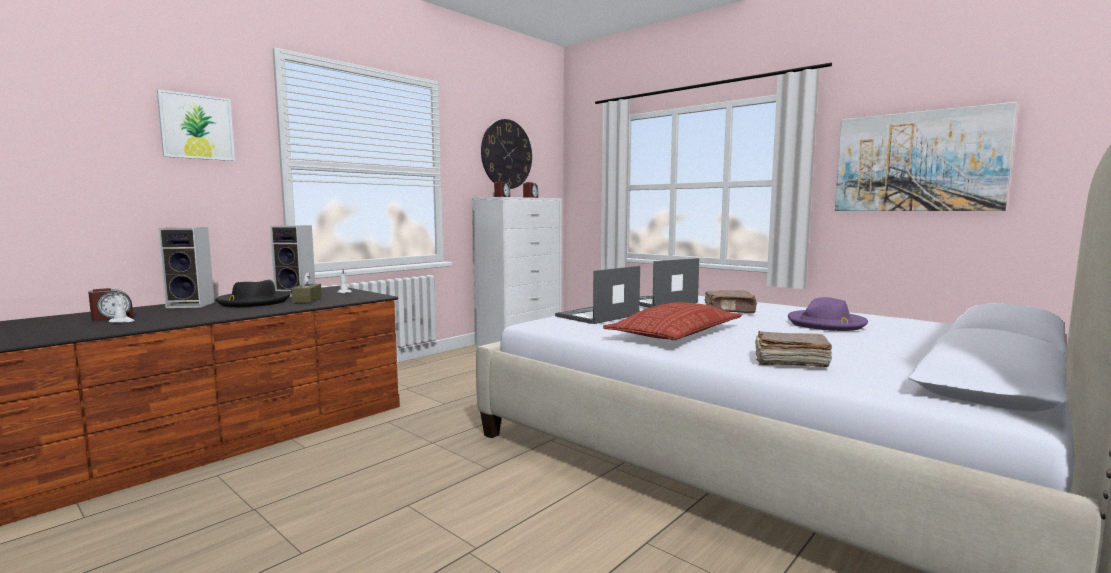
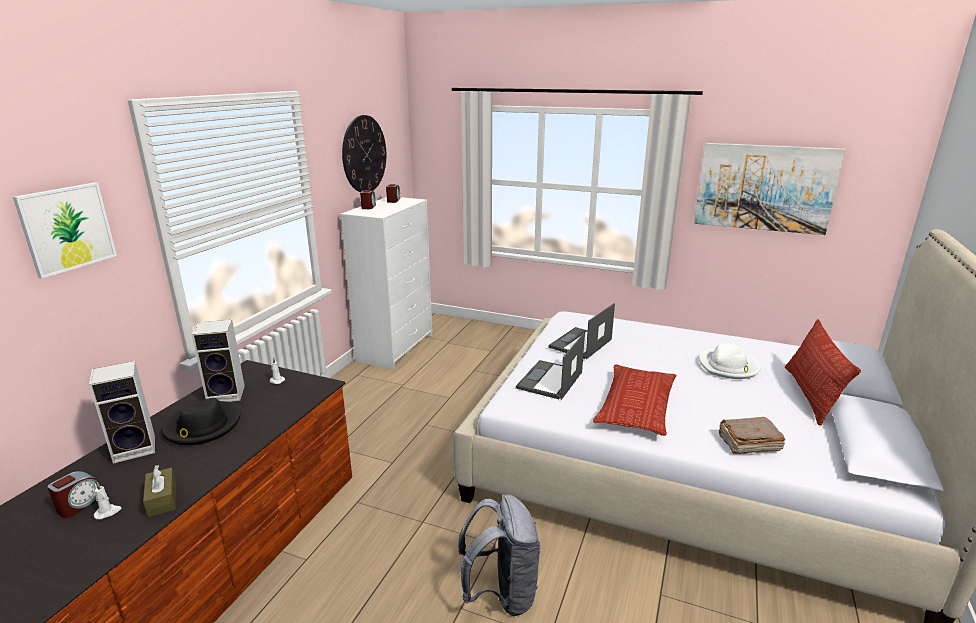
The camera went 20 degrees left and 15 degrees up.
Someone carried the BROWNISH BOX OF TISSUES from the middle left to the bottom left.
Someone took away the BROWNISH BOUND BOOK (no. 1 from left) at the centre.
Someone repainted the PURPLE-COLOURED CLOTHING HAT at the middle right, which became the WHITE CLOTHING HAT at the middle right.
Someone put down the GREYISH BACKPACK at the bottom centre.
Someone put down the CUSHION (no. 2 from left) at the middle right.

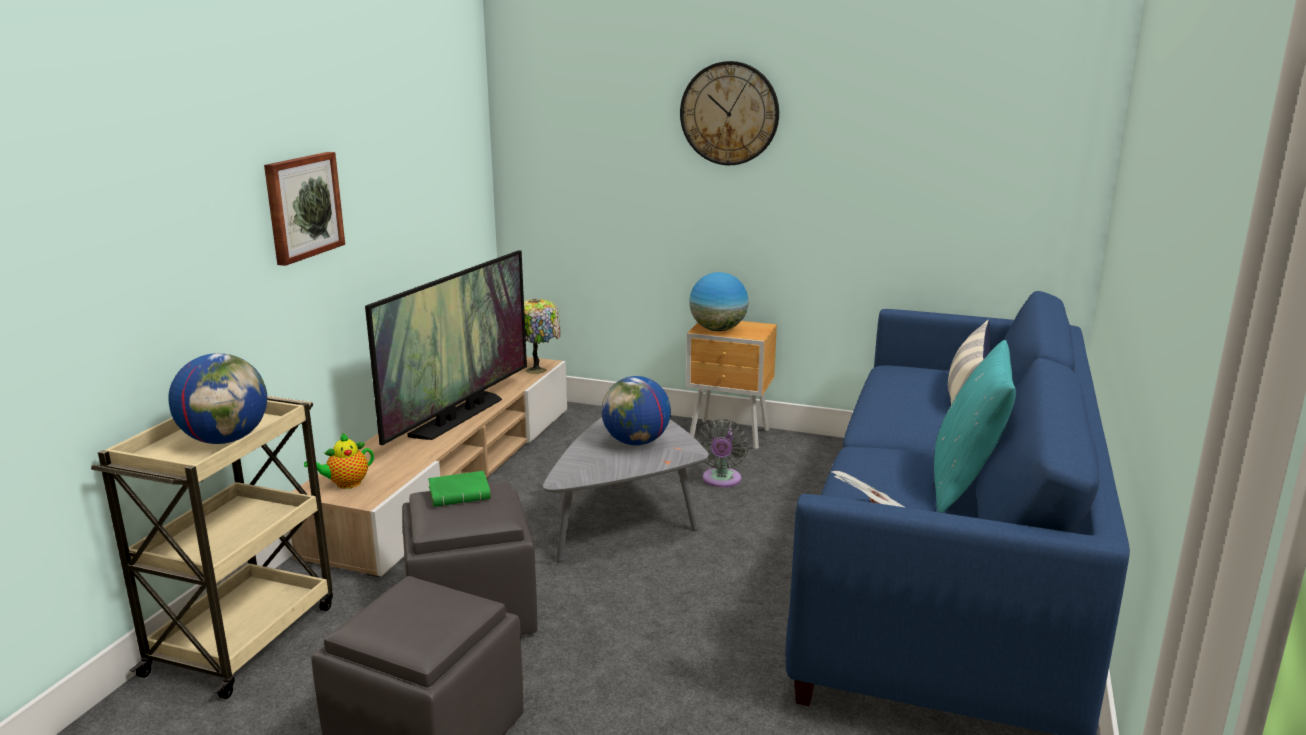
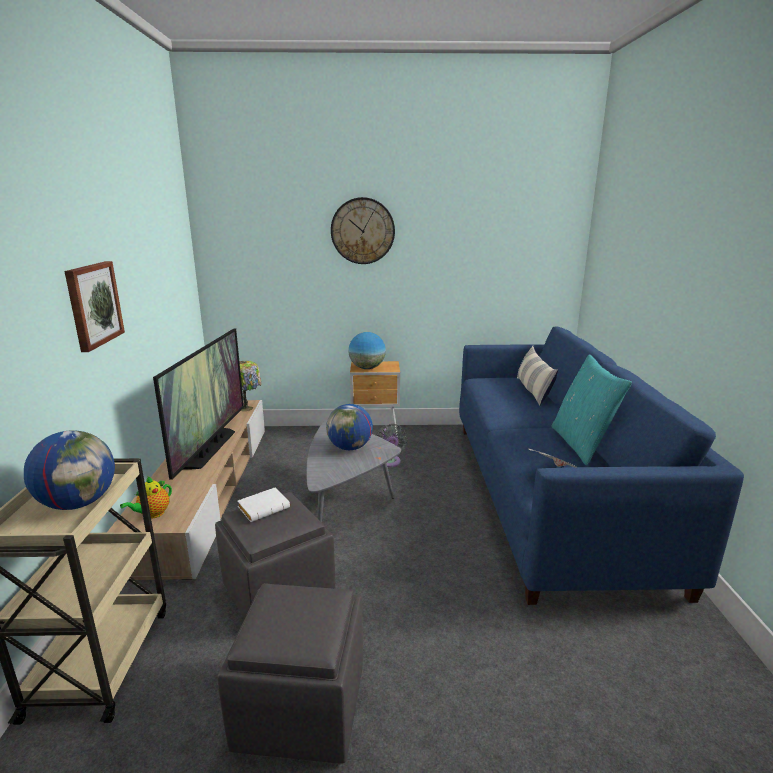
The camera went 20 degrees left and 0 degrees up.
Someone repainted the GREEN BOUND BOOK at the centre, which became the WHITE BOUND BOOK at the centre.

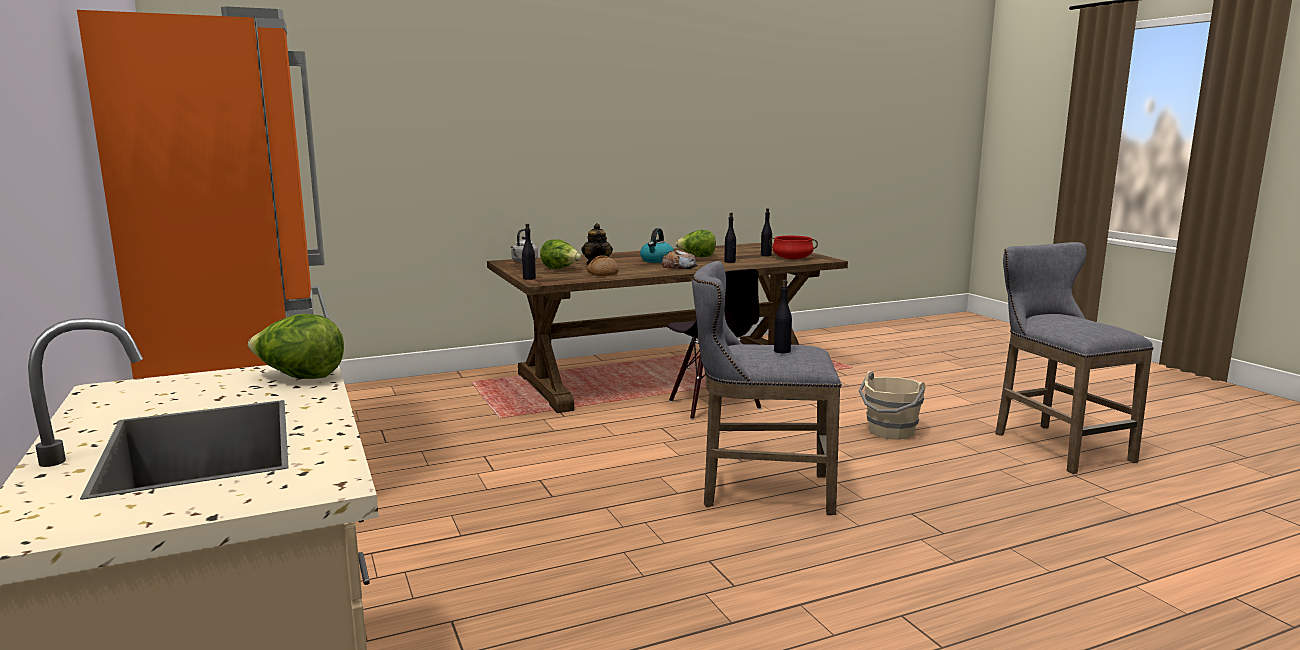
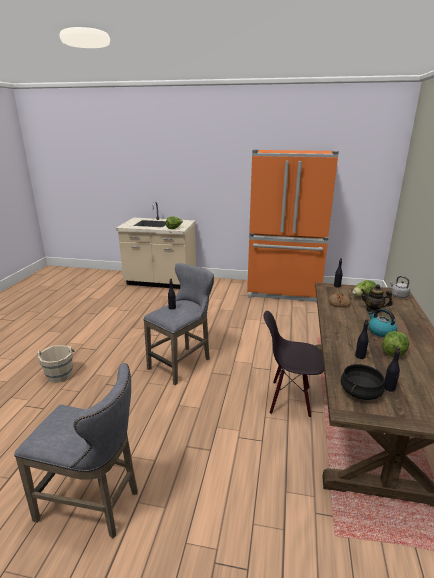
The camera went 125 degrees right and 10 degrees up.
Someone took away the BAKERY BREAD (no. 2 from left) at the centre.
Someone repainted the RED SAUCEPOT at the centre, which became the BLACK-COLOURED SAUCEPOT at the middle right.
Someone carried the BEIGE WATER BUCKET from the middle right to the middle left.

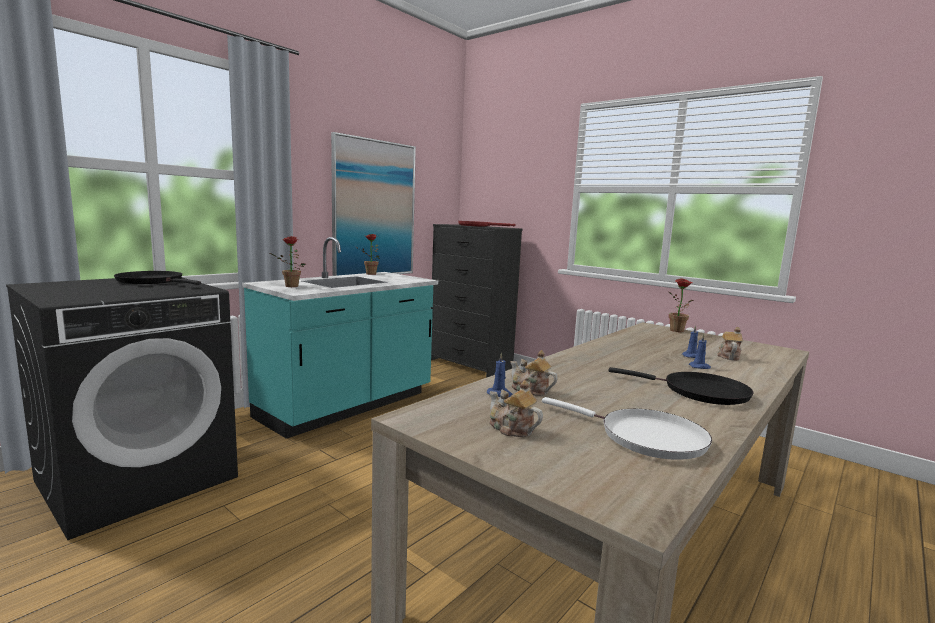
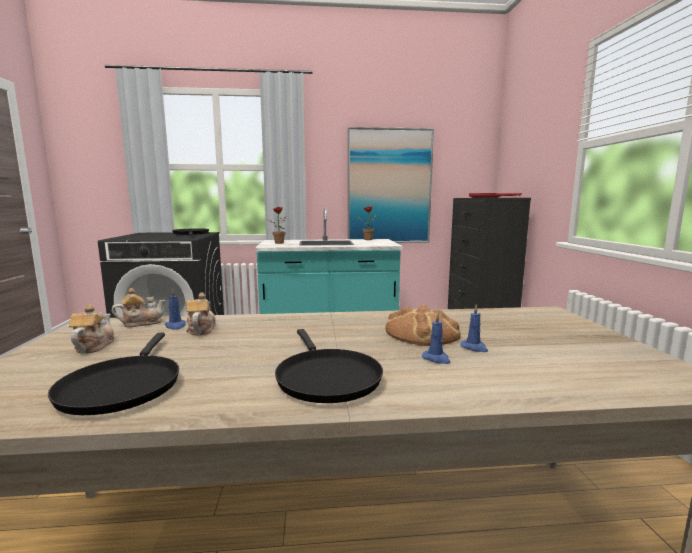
The camera went 45 degrees right and 0 degrees up.
Someone repainted the WHITE SKILLET at the bottom right, which became the BLACK-COLOURED SKILLET (no. 1 from left) at the bottom left.
Someone took away the POTTED PLANT (no. 3 from left) at the middle right.
Someone carried the TEAPOT (no. 3 from left in the first image) from the middle right to the middle left.
Someone put down the BAKERY BREAD at the centre.

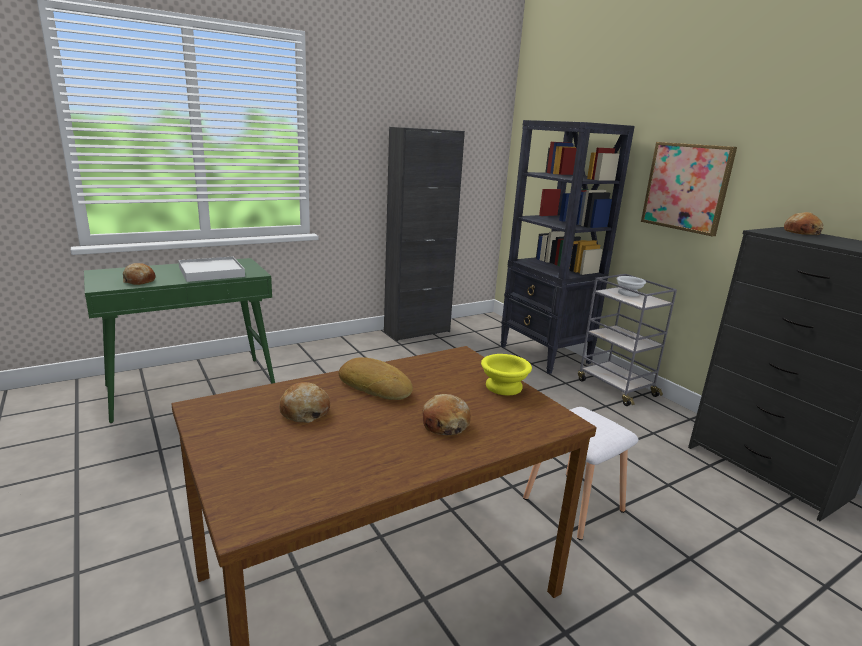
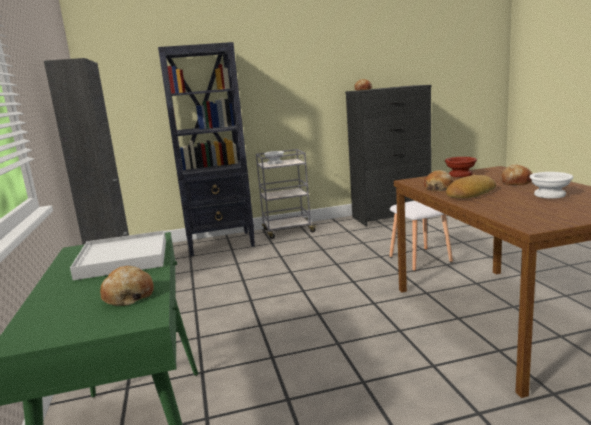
The camera went 70 degrees left and 5 degrees down.
Someone carried the BAKERY BREAD (no. 2 from left in the first image) from the centre to the middle right.
Someone repainted the YELLOW SERVING BOWL at the centre, which became the BROWNISH SERVING BOWL at the middle right.
Someone took away the PICTURE at the top right.
Someone put down the WHITE SERVING BOWL (no. 2 from left) at the middle right.

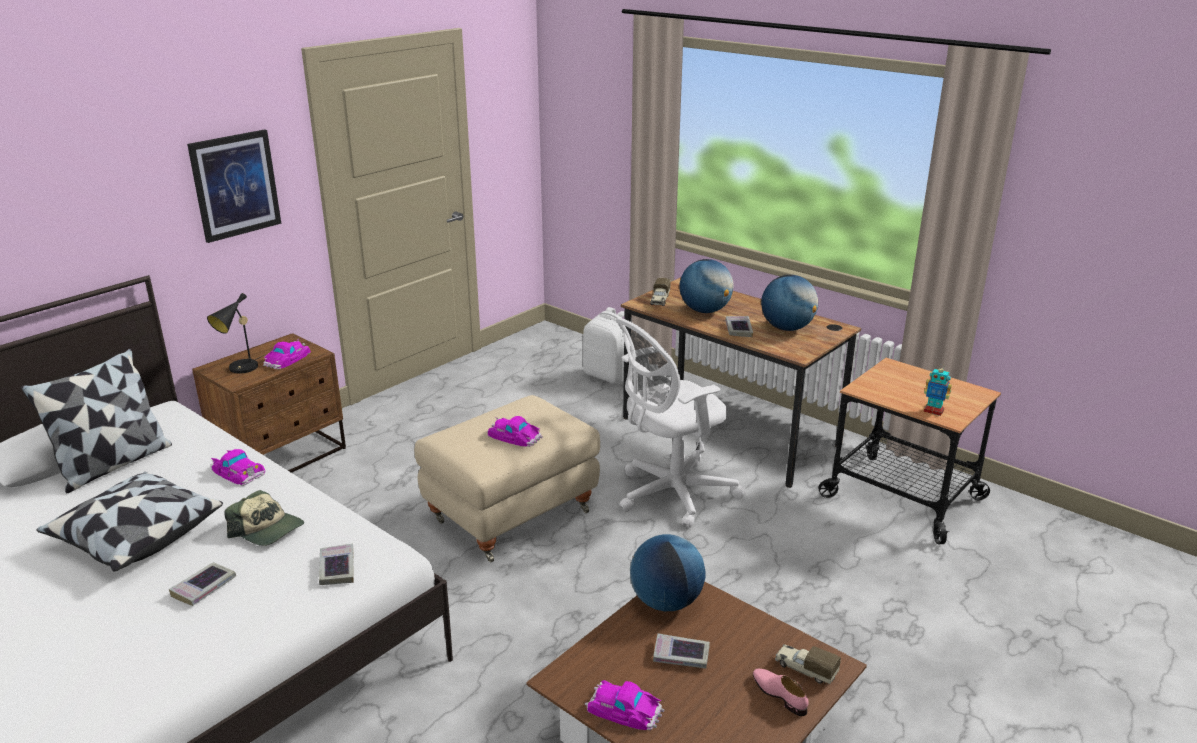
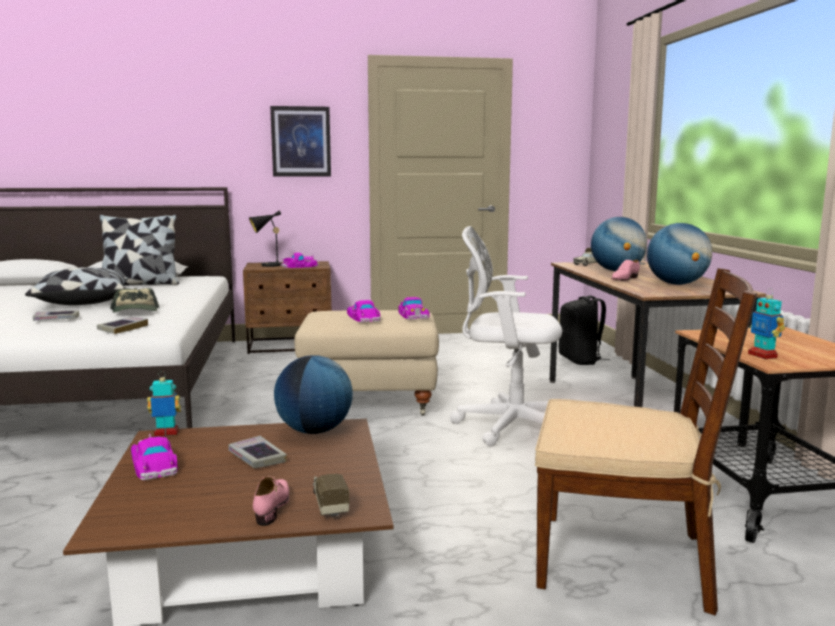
The camera went 40 degrees right and 15 degrees down.
Someone carried the MODEL CAR (no. 1 from left in the first image) from the middle left to the centre.
Someone repainted the WHITE BACKPACK at the centre, which became the BLACK-COLOURED BACKPACK at the middle right.
Someone swapped the BOUND BOOK (no. 4 from left) at the centre for the PINK-COLOURED ITEM OF FOOTWEAR (no. 2 from left) at the middle right.
Someone put down the ROBOT FIGURE (no. 1 from left) at the middle left.
Someone put down the BROWNISH PLAIN CHAIR at the bottom right.

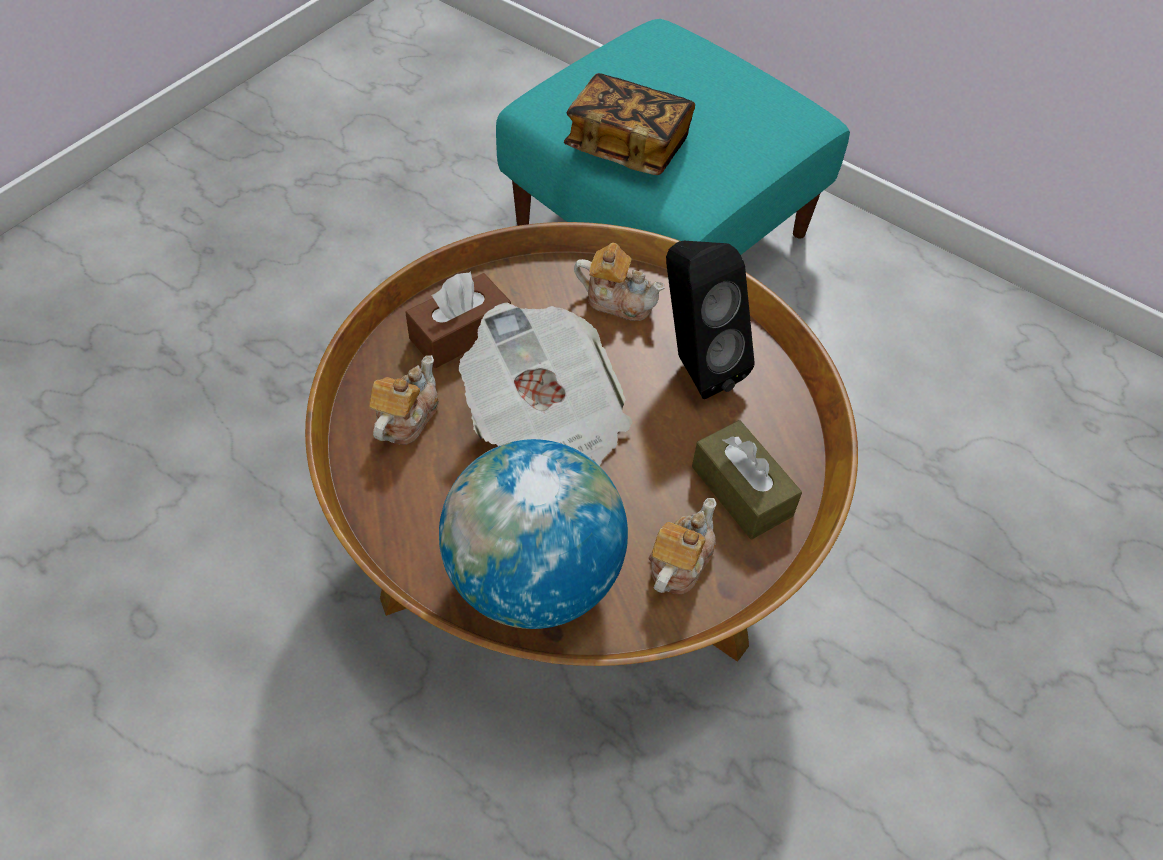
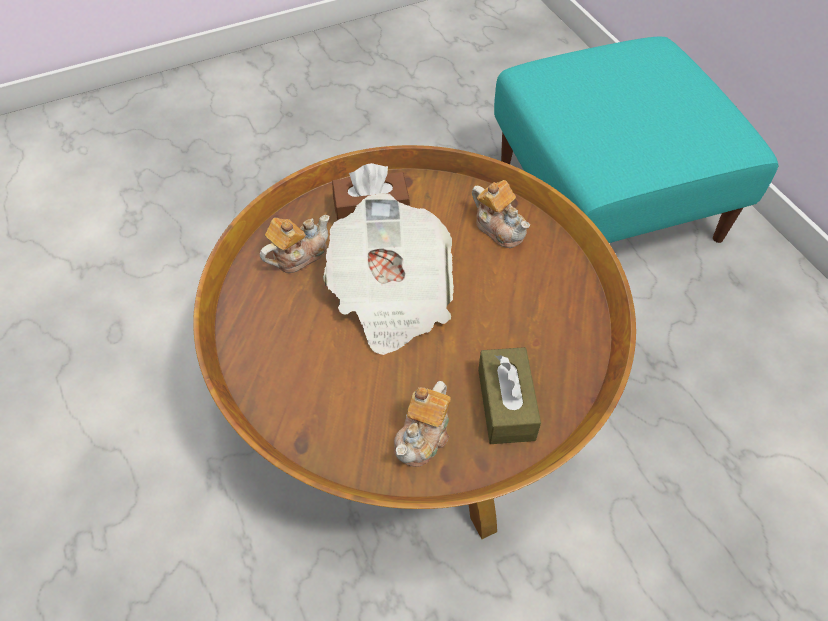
The camera went 30 degrees right and 0 degrees up.
Someone took away the DESK GLOBE at the centre.
Someone took away the BOUND BOOK at the top centre.
Someone rotated the TEAPOT (no. 3 from left in the first image) at the centre by 150 degrees clockwise.
Someone took away the BLACK-COLOURED LOUDSPEAKER at the centre.

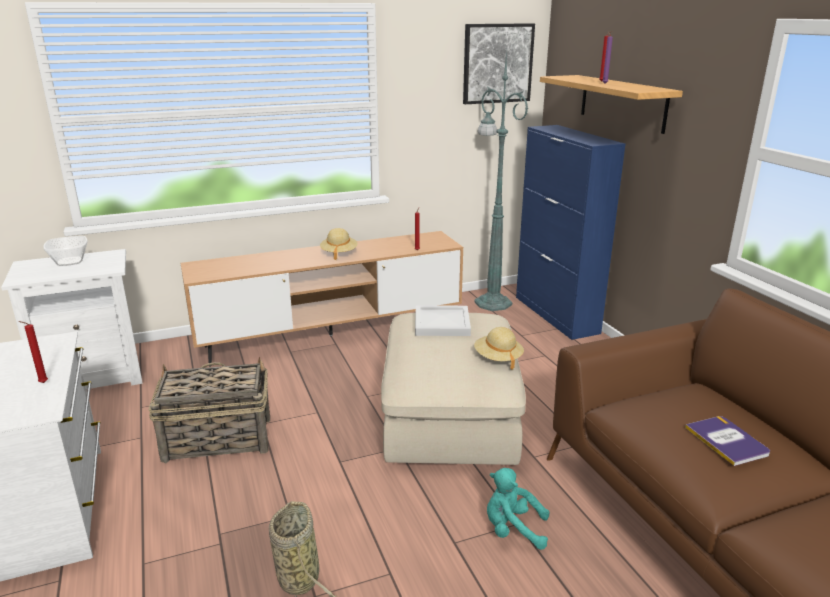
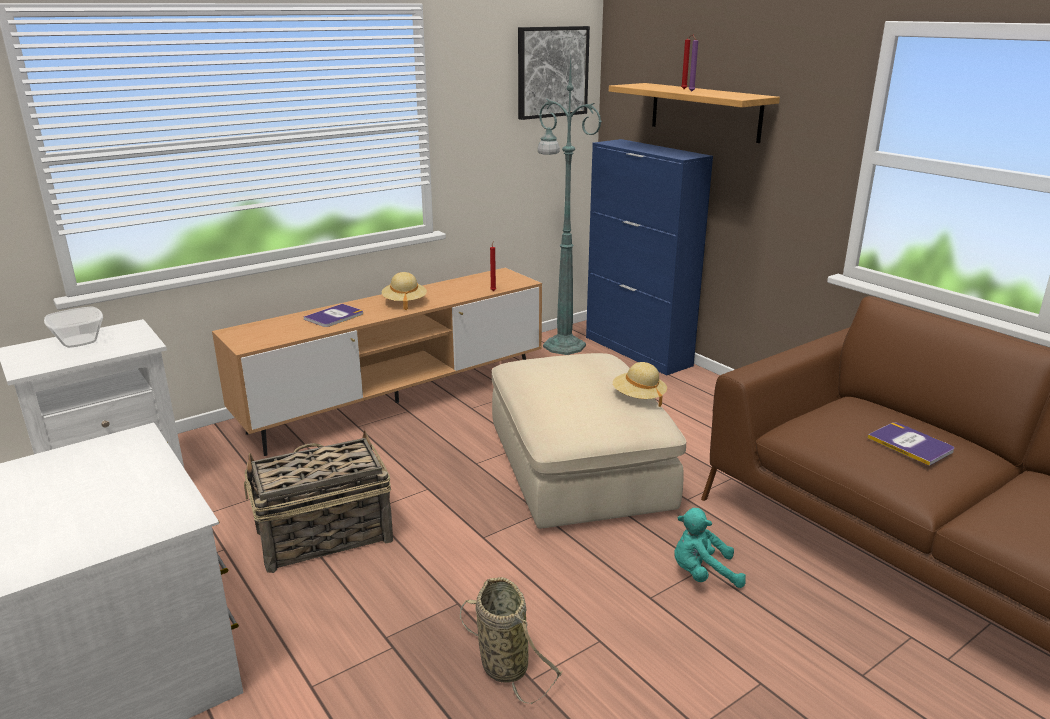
The camera went 15 degrees left and 0 degrees up.
Someone took away the RED WAX CANDLE (no. 1 from left) at the middle left.
Someone took away the WHITE CARRYING TRAY at the centre.
Someone put down the BOUND BOOK (no. 1 from left) at the middle left.

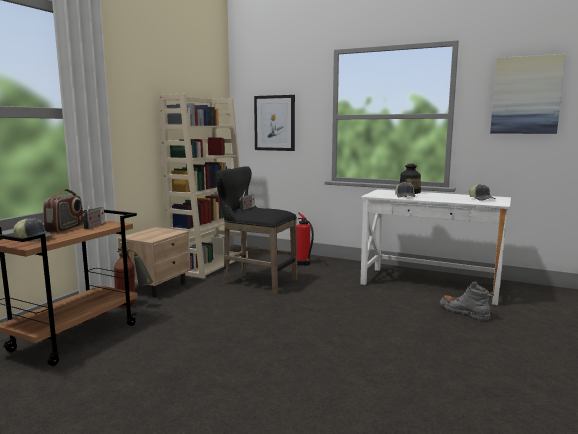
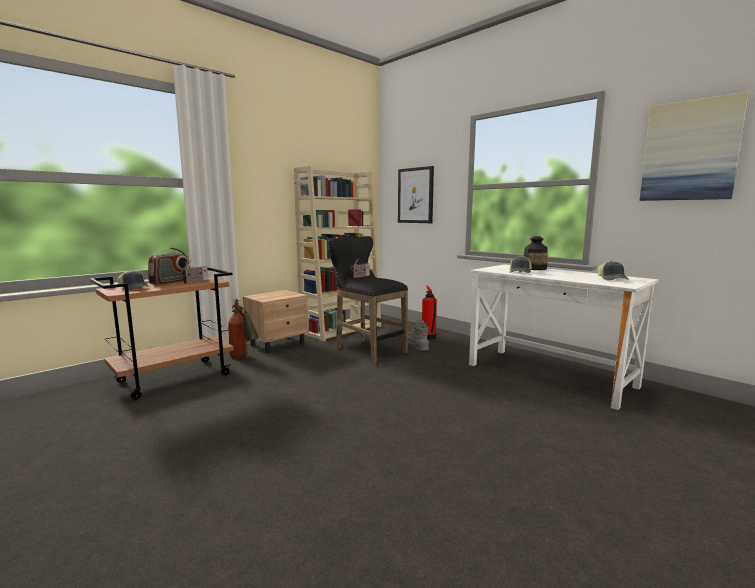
The camera went 20 degrees right and 0 degrees up.
Someone carried the GREYISH BOOT from the bottom right to the centre.

